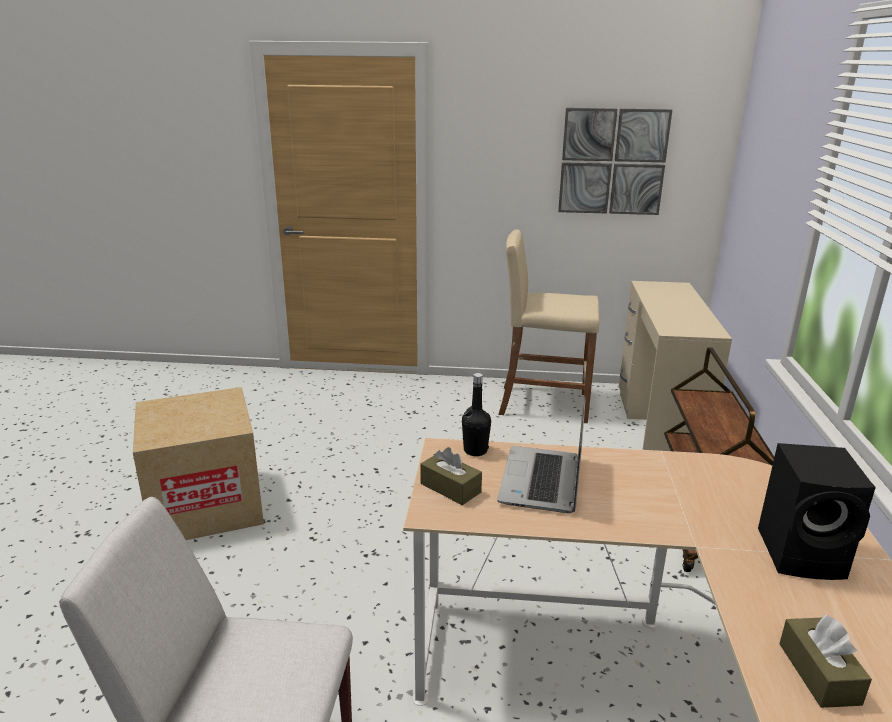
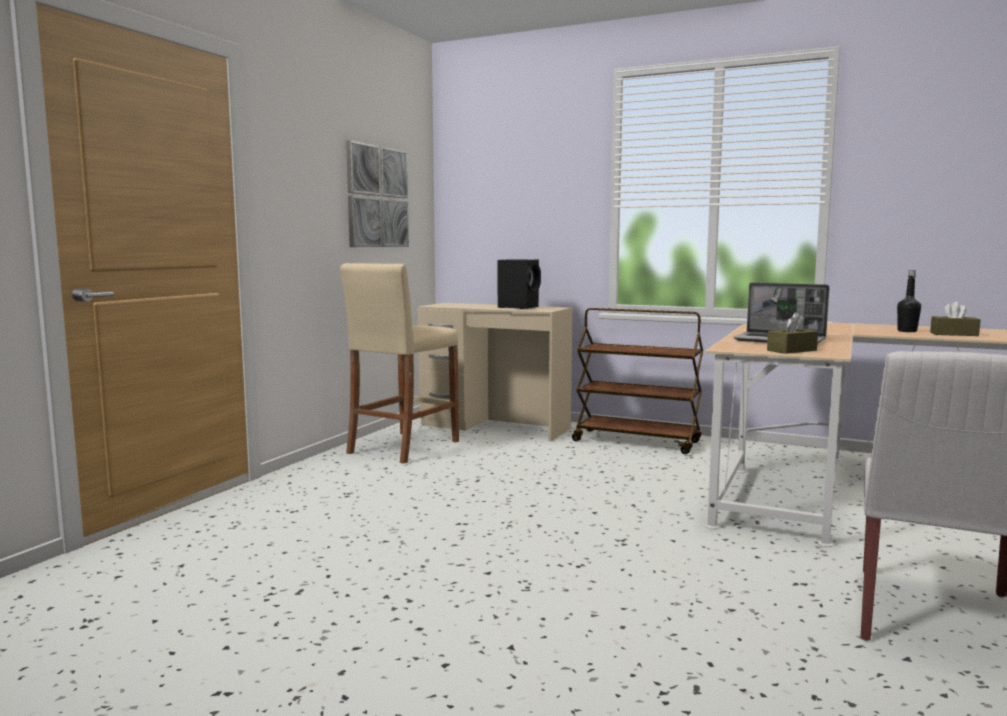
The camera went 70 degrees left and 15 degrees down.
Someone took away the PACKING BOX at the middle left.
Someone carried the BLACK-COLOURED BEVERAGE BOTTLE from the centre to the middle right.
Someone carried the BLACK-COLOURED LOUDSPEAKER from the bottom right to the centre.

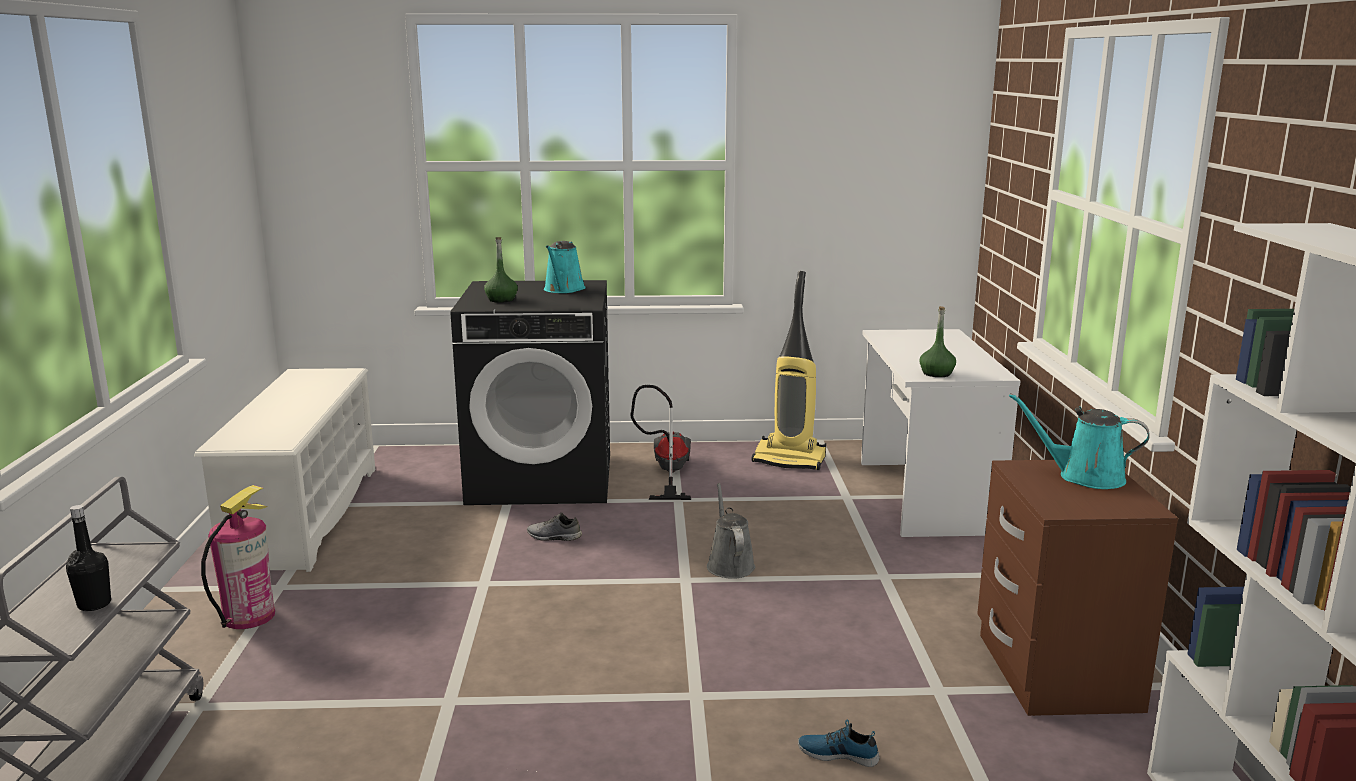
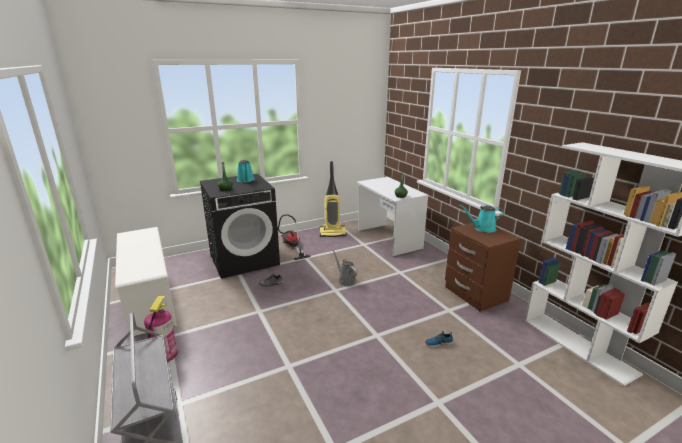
The camera went 25 degrees left and 5 degrees up.
Someone took away the BLACK-COLOURED BEVERAGE BOTTLE at the bottom left.

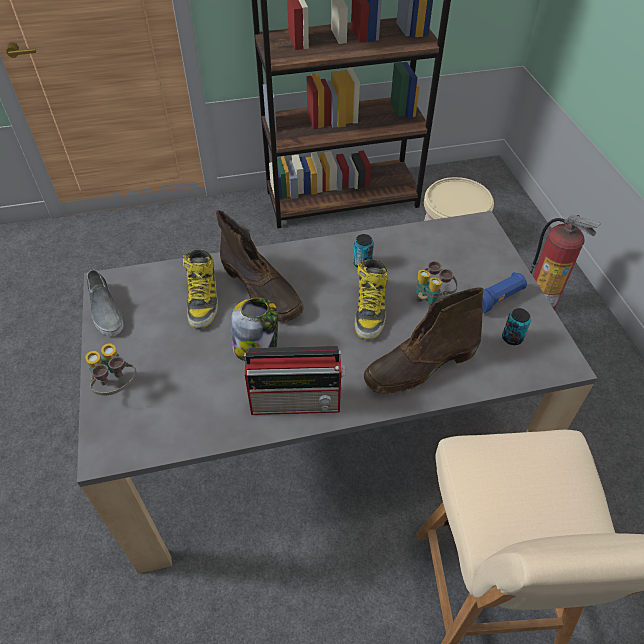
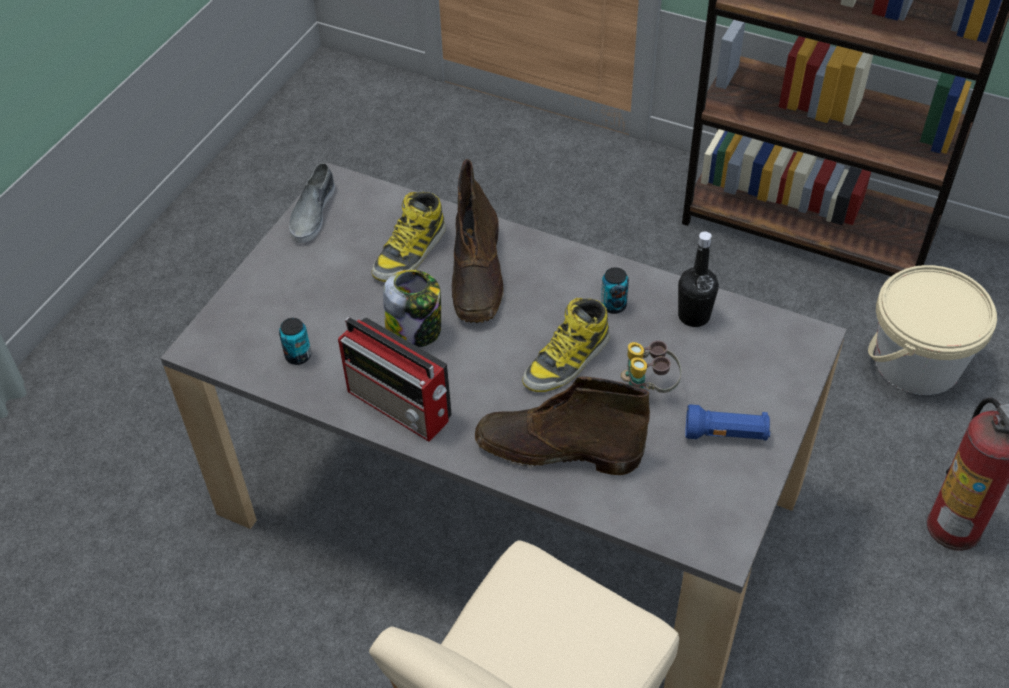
The camera went 40 degrees right and 0 degrees up.
Someone took away the FIELD GLASSES (no. 1 from left) at the middle left.
Someone carried the CAN (no. 2 from left in the first image) from the middle right to the middle left.
Someone put down the BLACK-COLOURED BEVERAGE BOTTLE at the middle right.

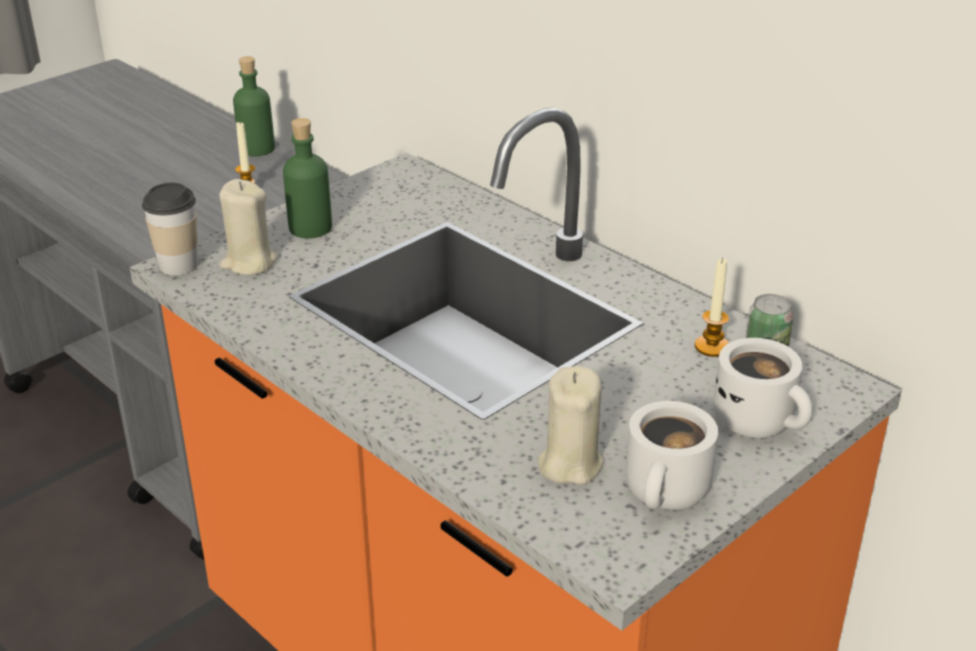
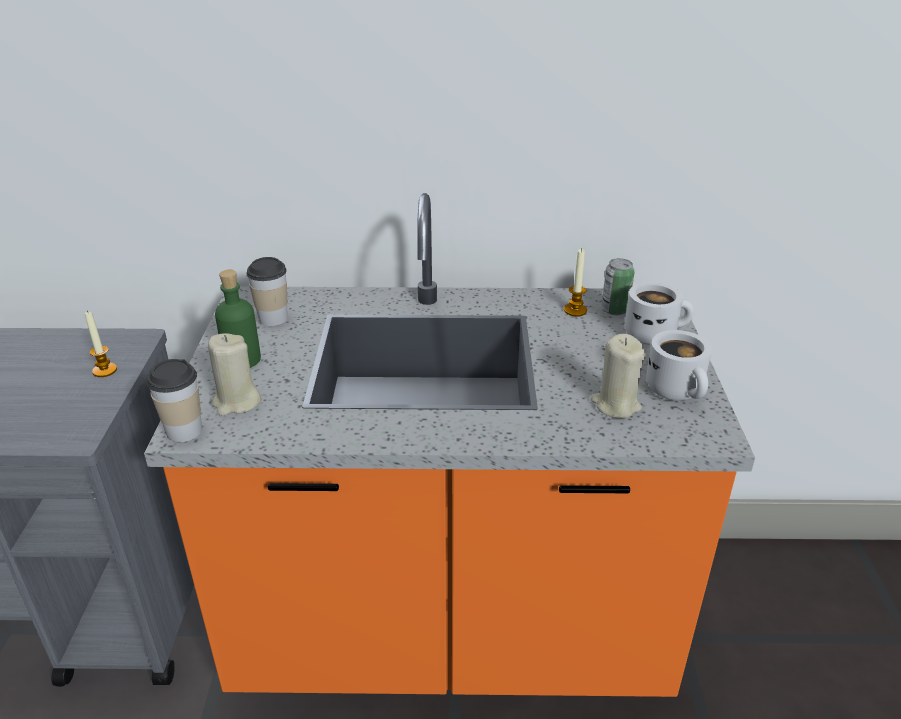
The camera went 45 degrees left and 0 degrees up.
Someone took away the GREEN BEVERAGE BOTTLE (no. 1 from left) at the top left.
Someone put down the SMALL CUP (no. 2 from left) at the middle left.

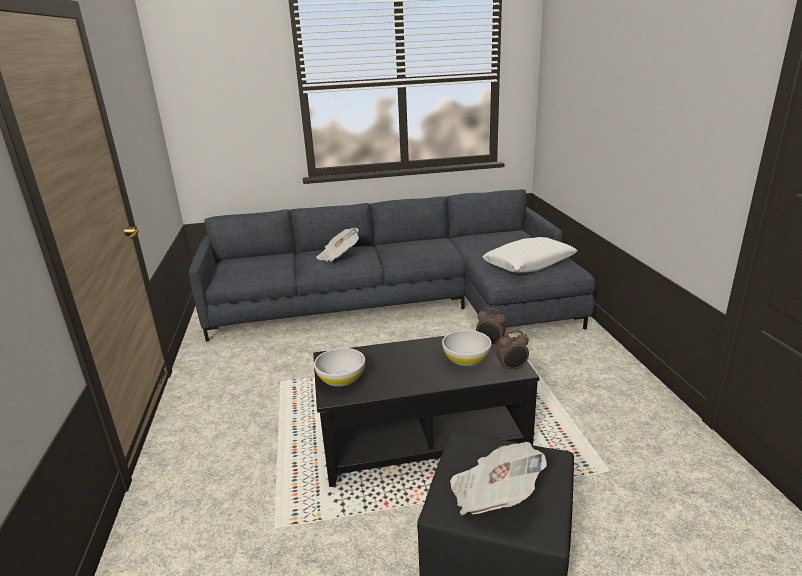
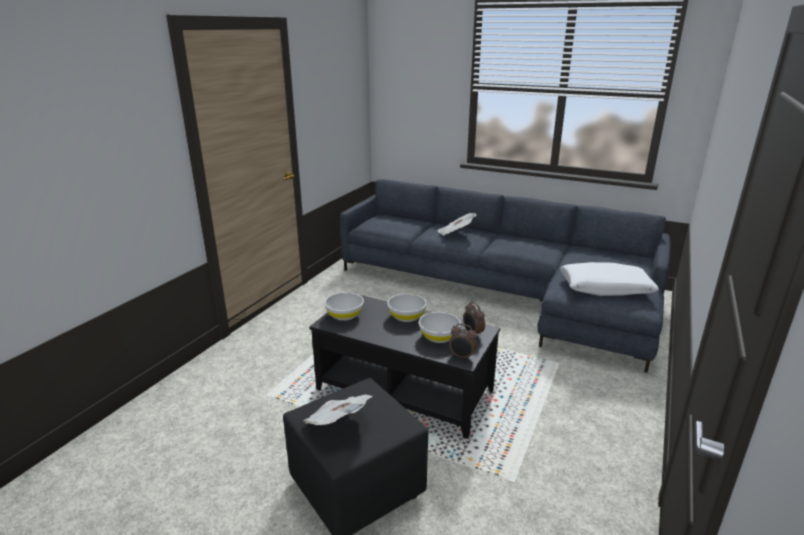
The camera went 35 degrees right and 0 degrees up.
Someone put down the WHITE SERVING BOWL (no. 2 from left) at the centre.

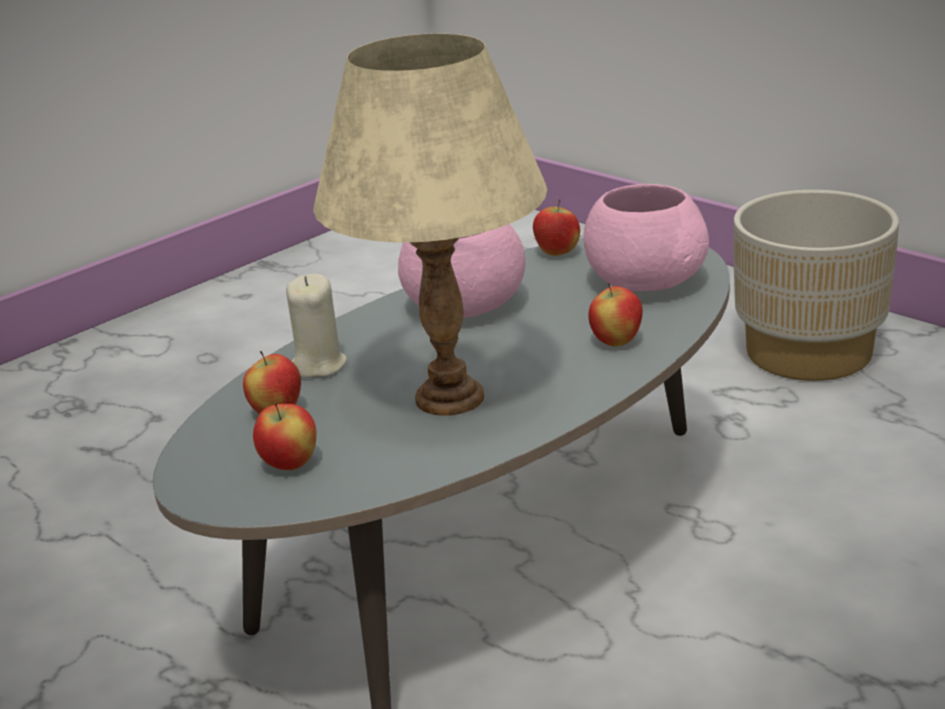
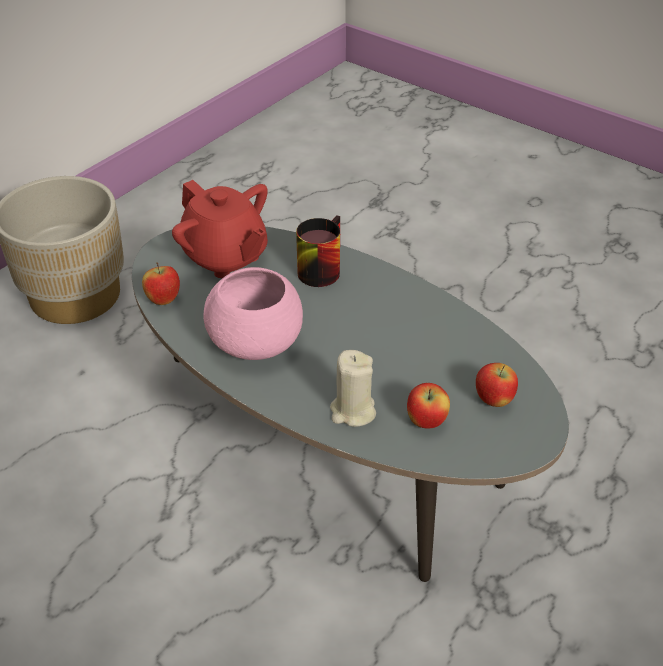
The camera went 100 degrees left and 15 degrees up.
Someone took away the BEIGE TABLETOP LAMP at the top centre.
Someone swapped the PINK-COLOURED SERVING BOWL (no. 2 from left) at the middle right for the RED TEAPOT at the middle left.
Someone swapped the APPLE FRUIT (no. 4 from left) at the centre for the COFFEE MUG at the centre.

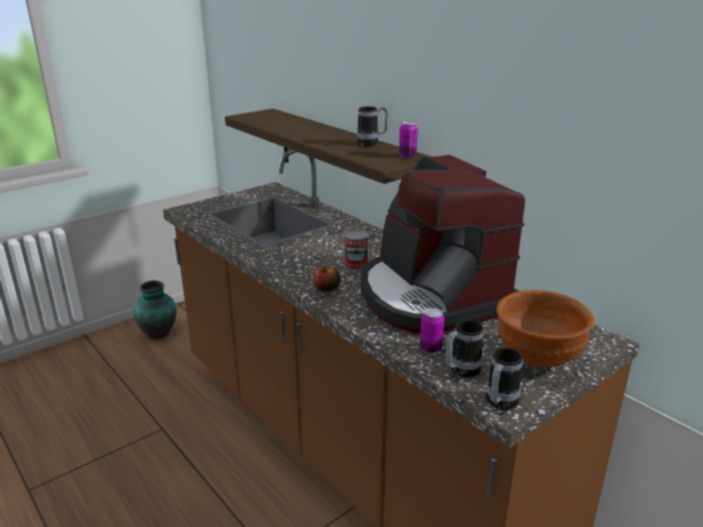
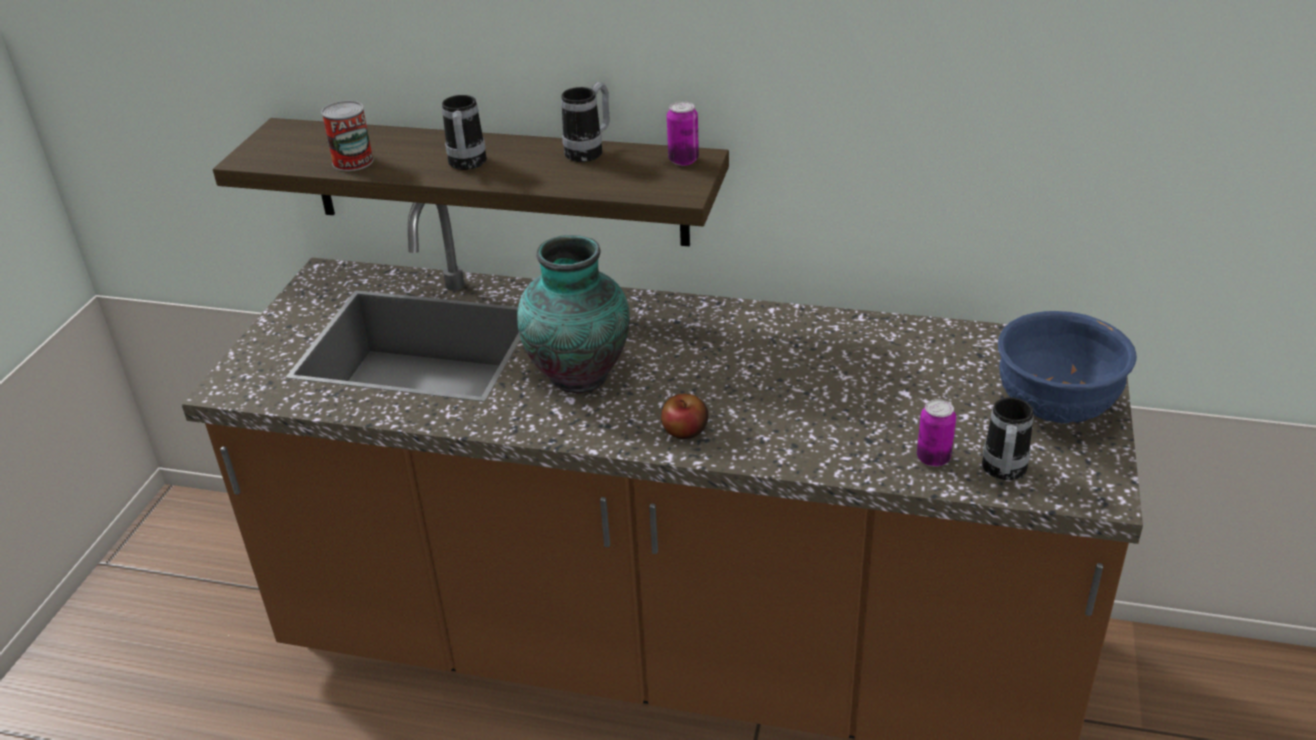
The camera went 35 degrees left and 10 degrees up.
Someone carried the FLOWER VASE from the middle left to the centre.
Someone carried the CAN (no. 1 from left) from the centre to the top left.
Someone took away the COFFEE MACHINE at the centre.
Someone carried the COFFEE MUG (no. 3 from left in the first image) from the bottom right to the top centre.
Someone repainted the BROWNISH SERVING BOWL at the middle right, which became the BLUE SERVING BOWL at the middle right.

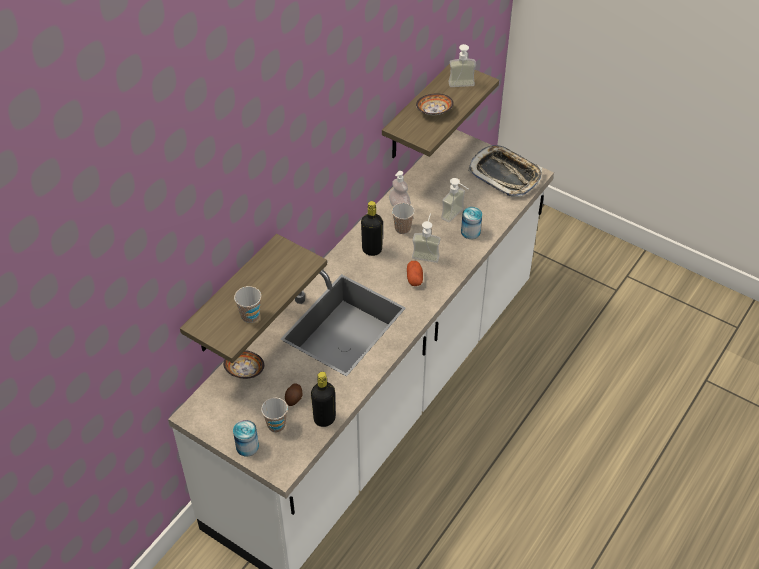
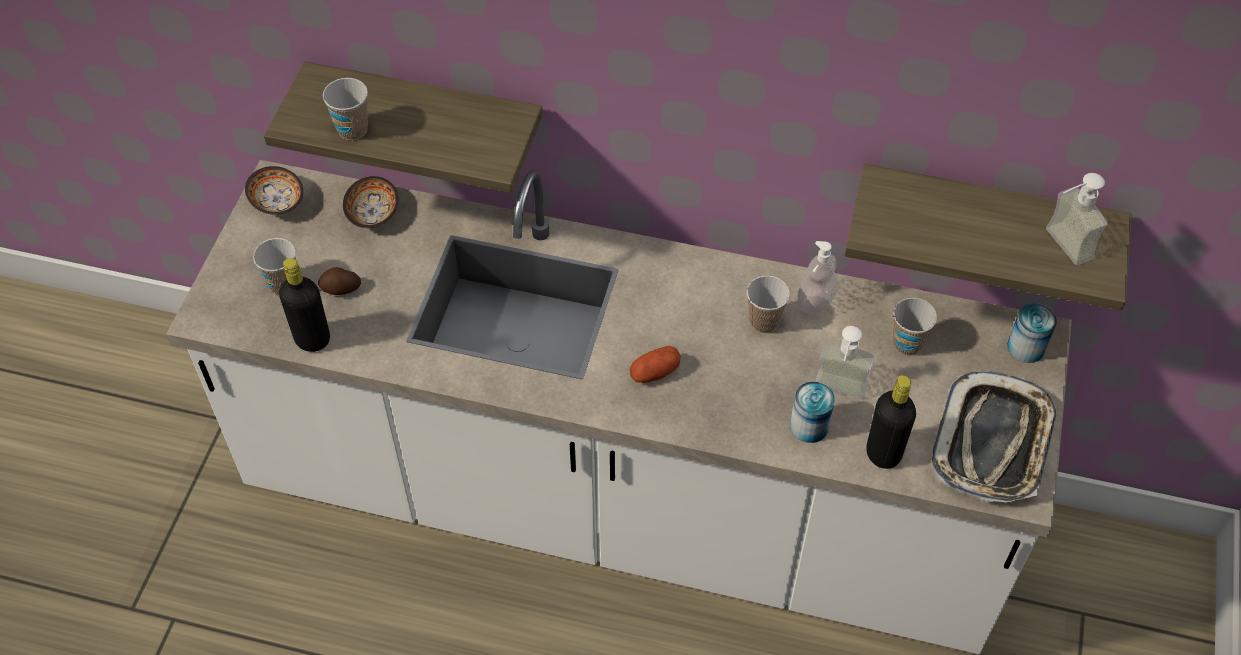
The camera went 70 degrees right and 5 degrees up.
Someone carried the CAN (no. 1 from left in the first image) from the bottom left to the middle right.
Someone carried the BLACK-COLOURED BEVERAGE BOTTLE (no. 2 from left) from the centre to the middle right.
Someone took away the SOAP DISPENSER (no. 2 from left) at the centre.
Someone carried the SERVING BOWL (no. 2 from left in the first image) from the top centre to the top left.
Someone put down the SMALL CUP (no. 4 from left) at the middle right.

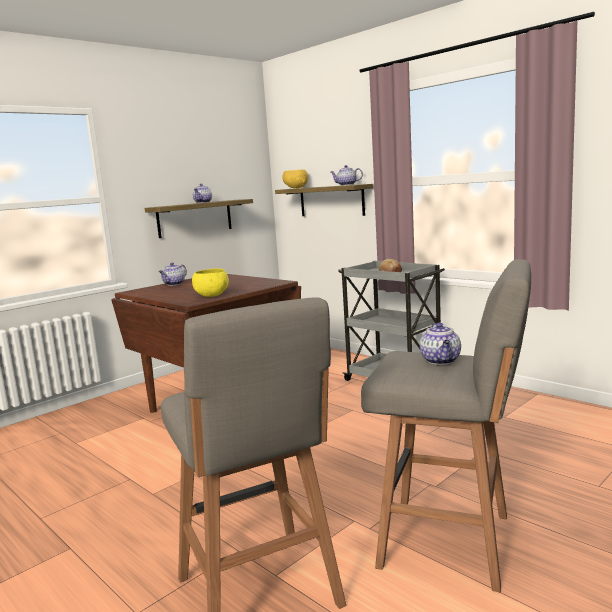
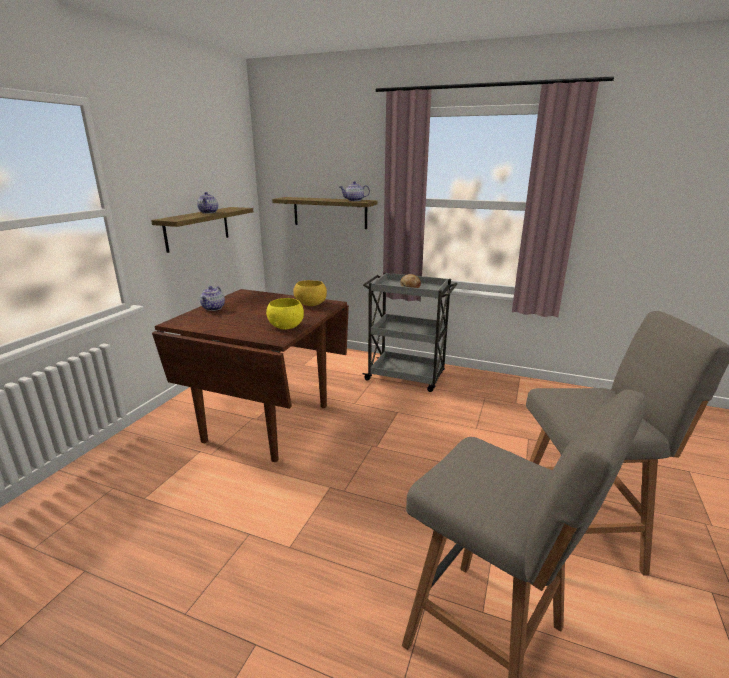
The camera went 25 degrees left and 10 degrees up.
Someone carried the YELLOW SERVING BOWL (no. 2 from left) from the top centre to the centre.
Someone took away the TEAPOT (no. 4 from left) at the middle right.

